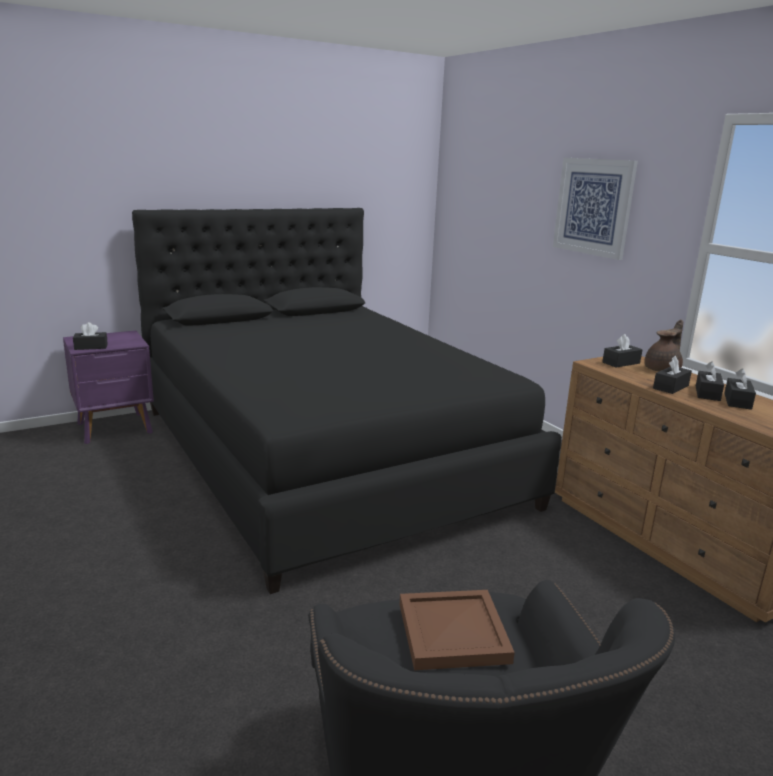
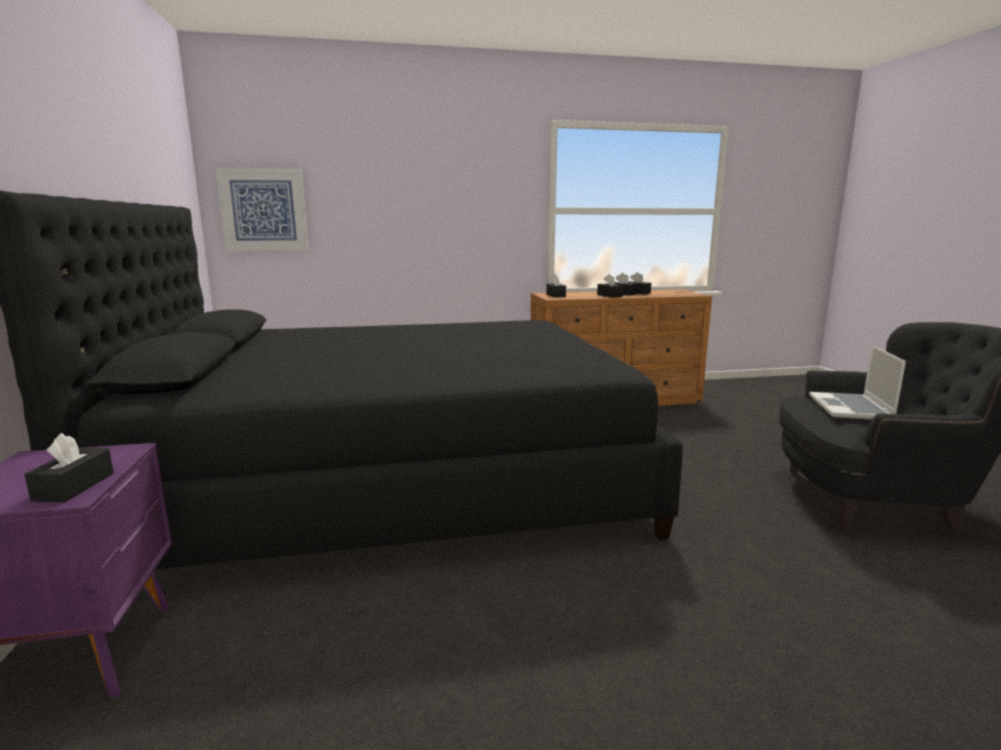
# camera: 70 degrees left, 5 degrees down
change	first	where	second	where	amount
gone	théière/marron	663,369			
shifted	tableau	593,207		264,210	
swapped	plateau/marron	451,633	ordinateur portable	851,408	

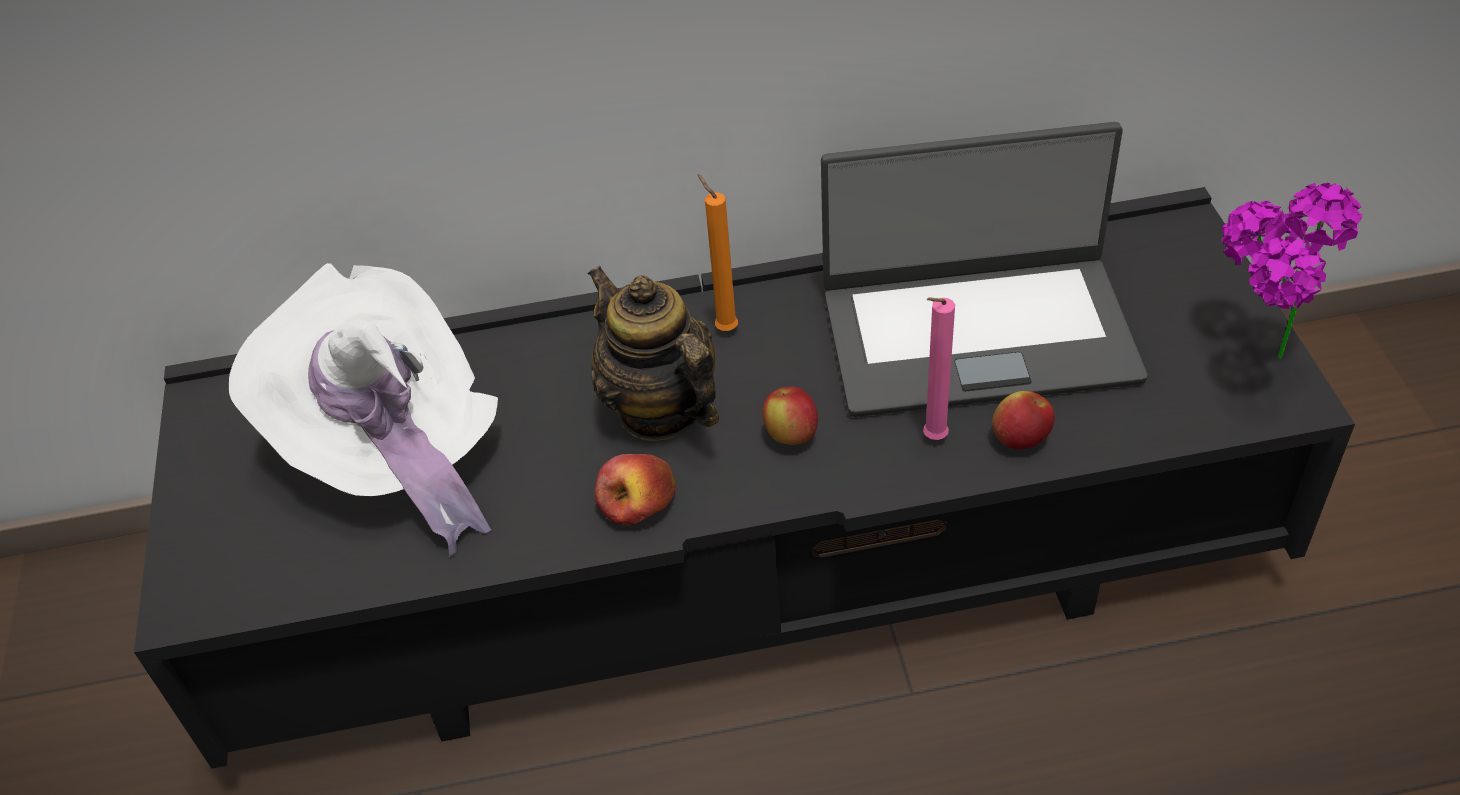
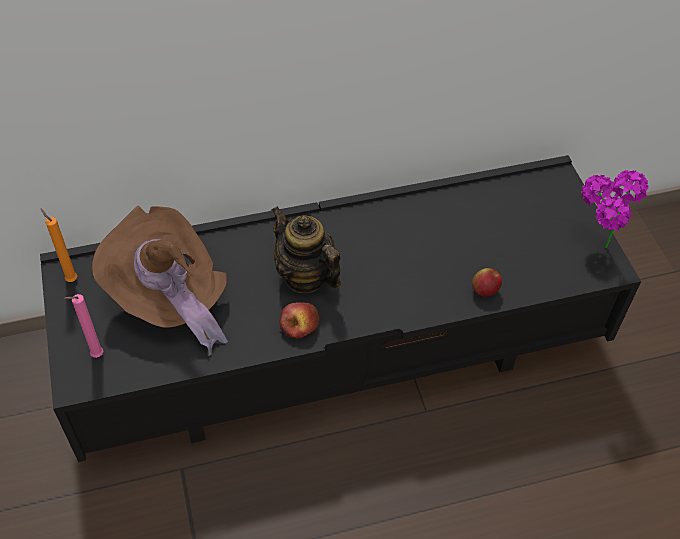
# camera: 10 degrees left, 5 degrees up
change	first	where	second	where	amount
gone	pomme	791,435			
gone	ordinateur portable	977,333			
shifted	bougie/orange	724,328		70,279	
shifted	bougie/rose	932,439		95,356	
repainted	chapeau/blanc	391,451	chapeau/marron	169,300	

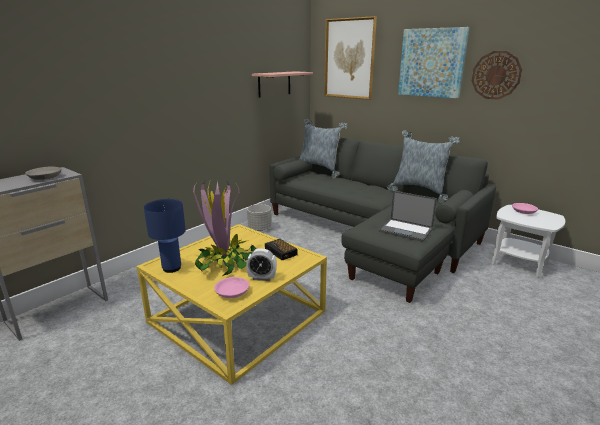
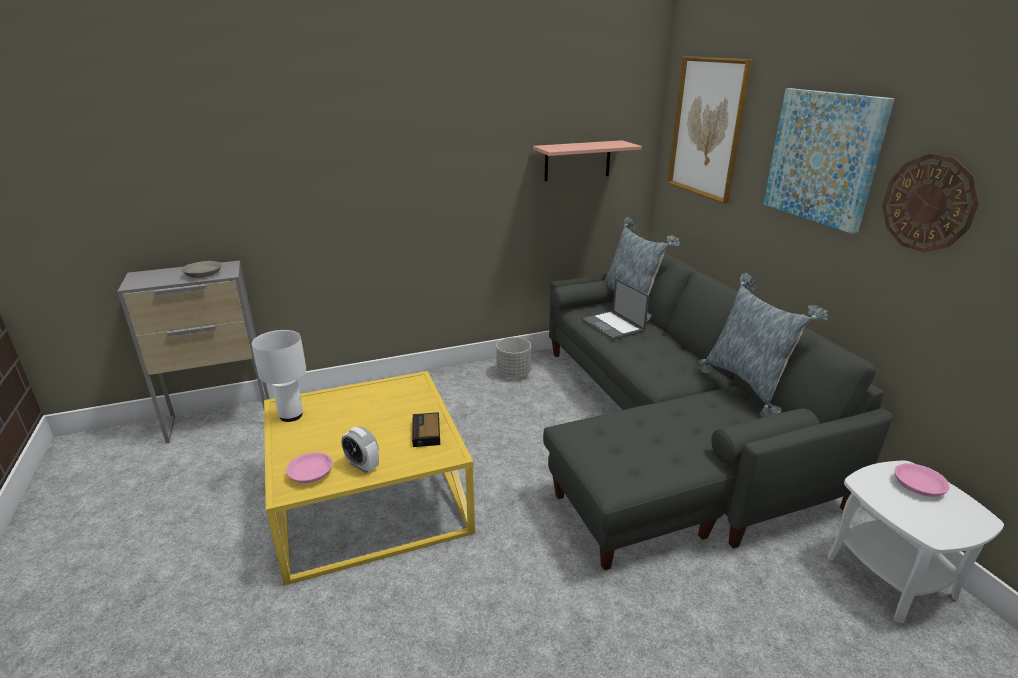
# camera: 30 degrees right, 5 degrees up
change	first	where	second	where	amount
gone	plante en pot	225,262			
shifted	ordinateur portable	406,230		613,326	
repainted	lampe de table/bleu	171,268	lampe de table/blanc	291,415	

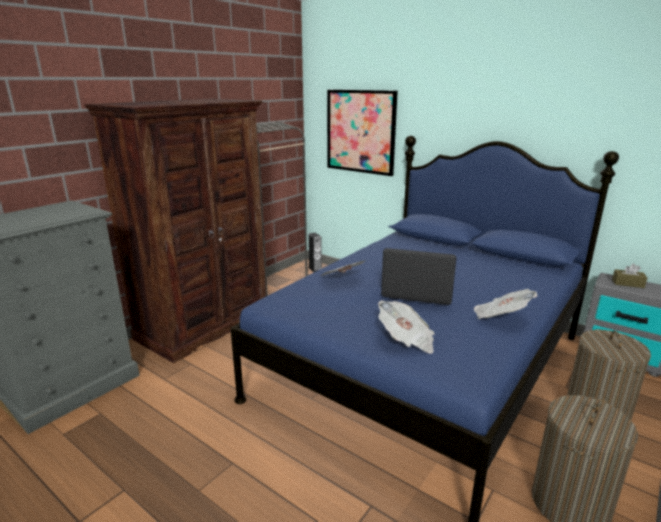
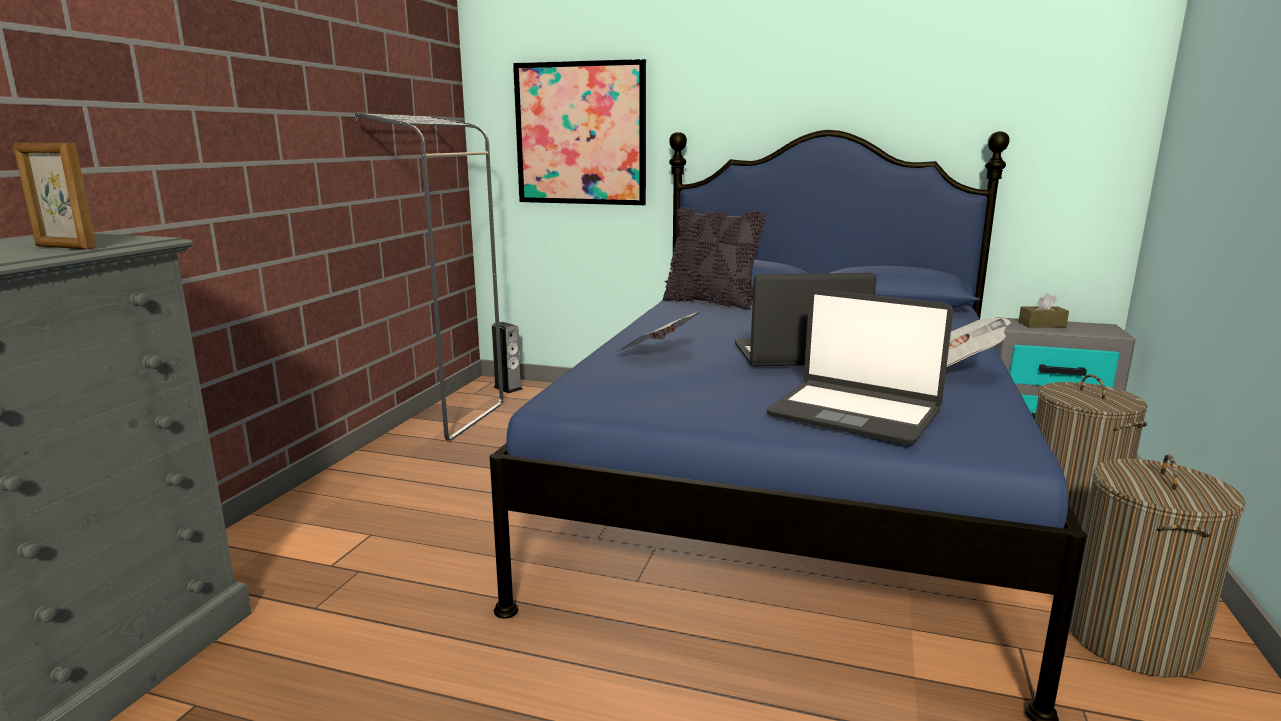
# camera: 20 degrees left, 5 degrees down
change	first	where	second	where	amount
gone	armoire/marron	205,325			
new			cadre photo	65,247	
new			coussin/noir	711,303	
swapped	journal	406,340	ordinateur portable	854,413	

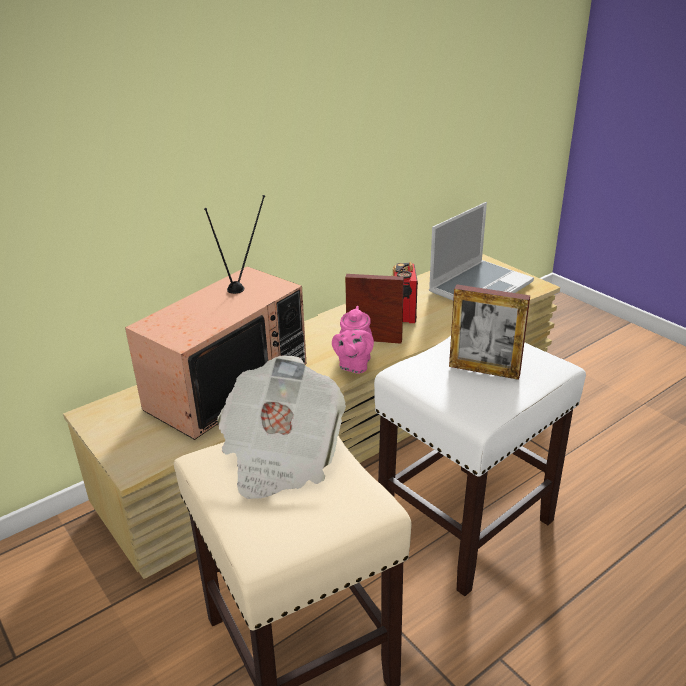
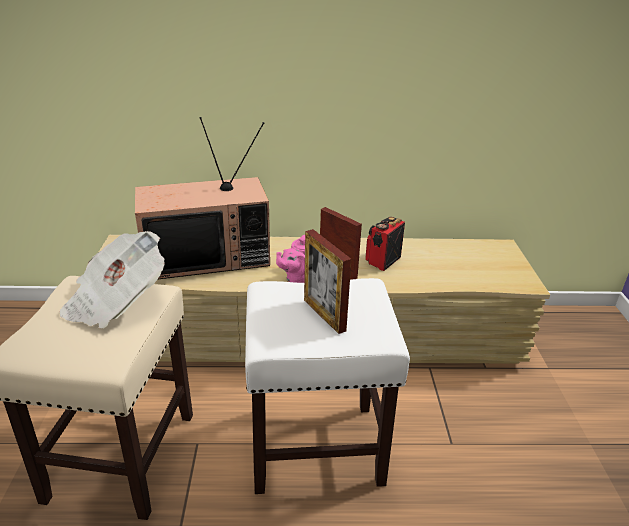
# camera: 35 degrees right, 0 degrees up
change	first	where	second	where	amount
gone	ordinateur portable	480,287			

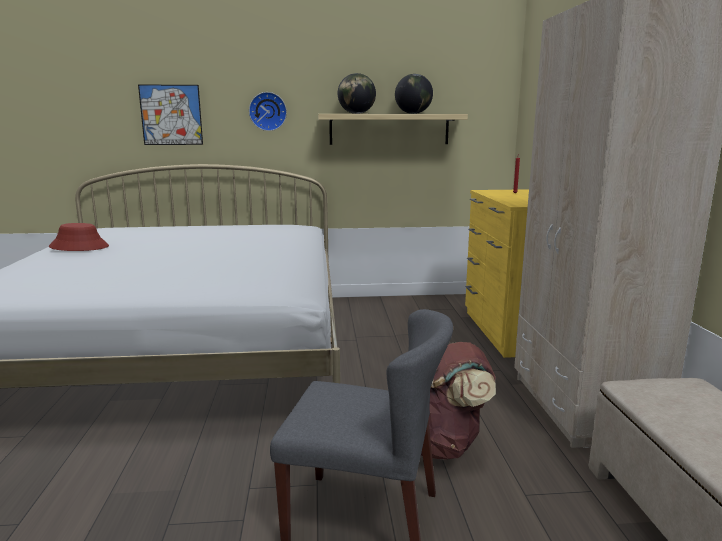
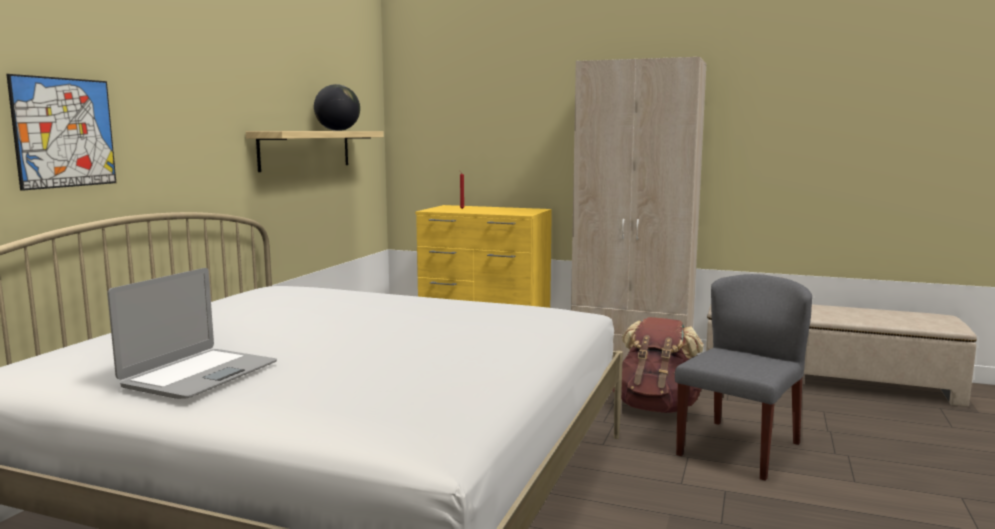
# camera: 65 degrees left, 5 degrees down
change	first	where	second	where	amount
gone	horloge murale	268,111			
gone	globe	356,113			
swapped	chapeau/rouge	79,247	ordinateur portable	199,375	

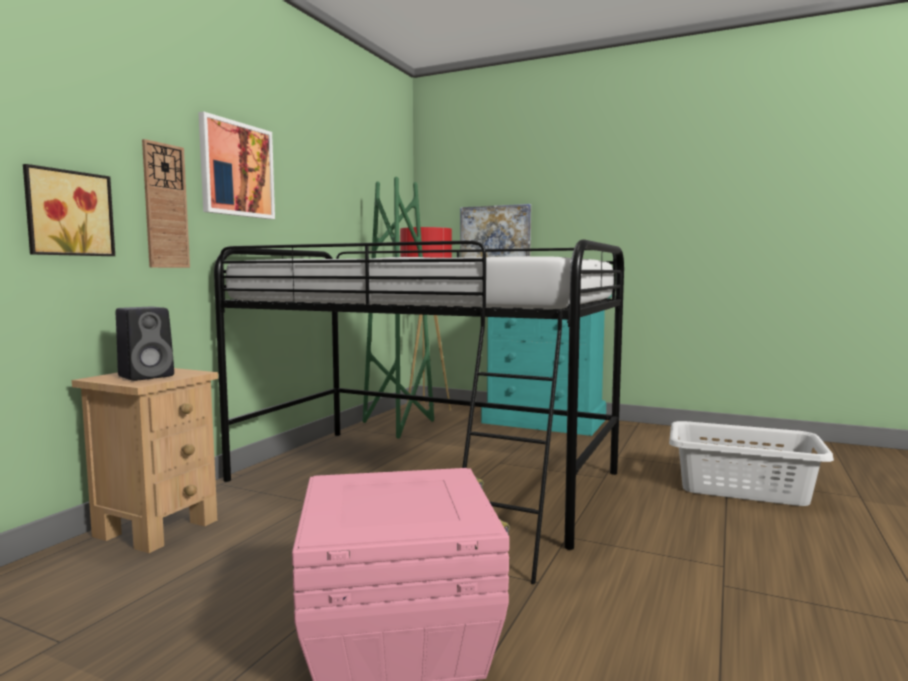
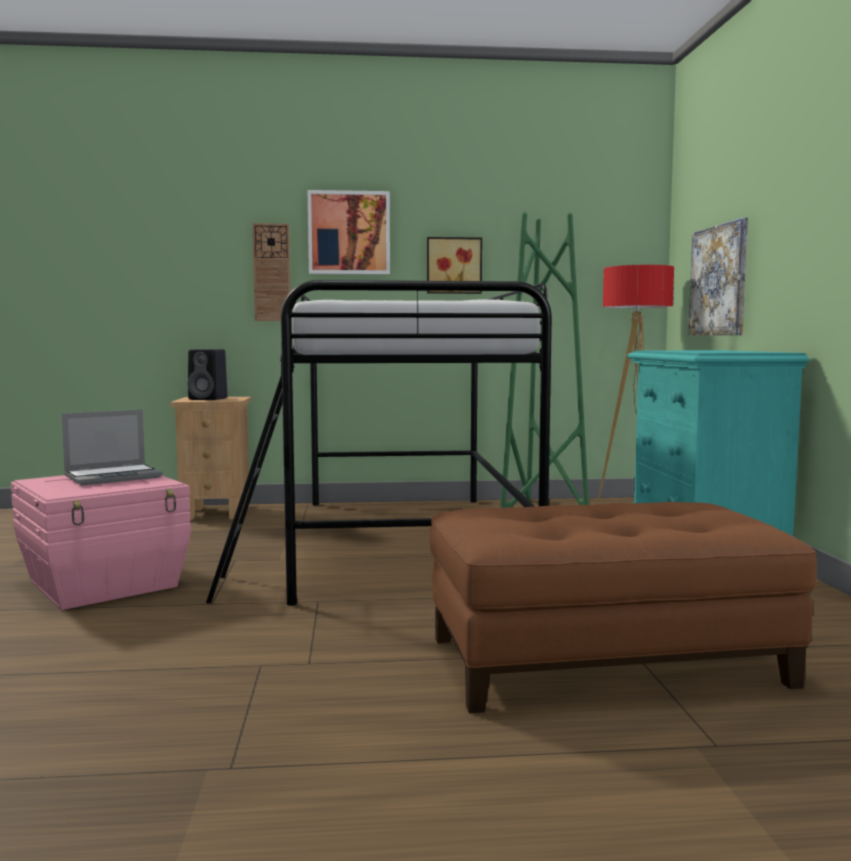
# camera: 60 degrees right, 0 degrees up
change	first	where	second	where	amount
new			ordinateur portable	114,477	
shifted	tableau	68,213		453,265	
swapped	panier à linge/gris	742,488	pouf/marron	605,662	

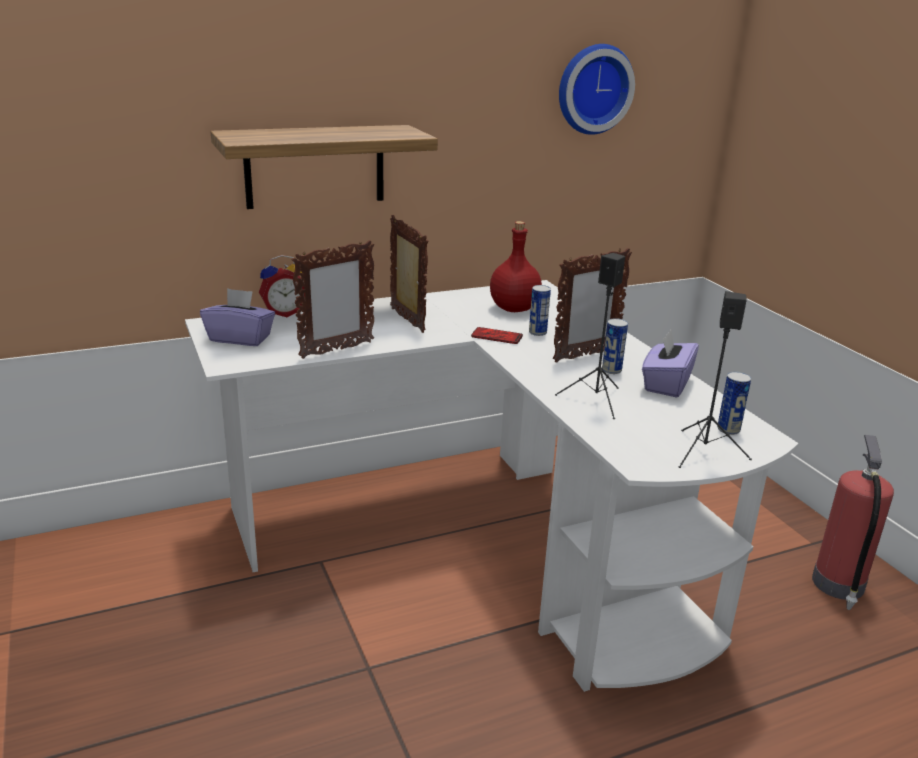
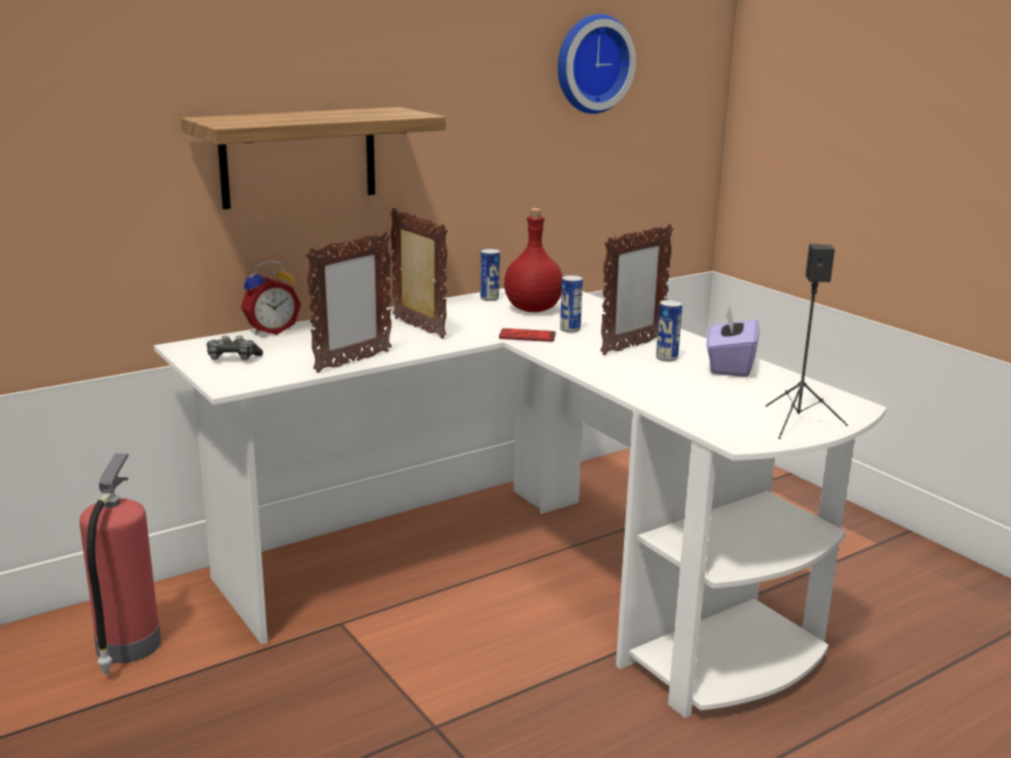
# camera: 10 degrees left, 5 degrees down
change	first	where	second	where	amount
gone	enceinte/noir	596,400			
shifted	boîte métallique	728,429		489,298	
shifted	extincteur	838,585		127,647	
swapped	boîte à mouchoirs/violet	240,338	manette	233,359	

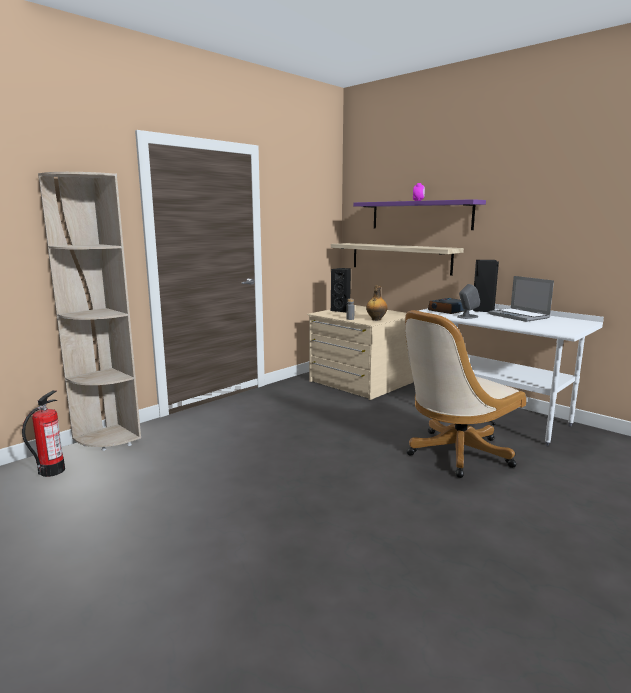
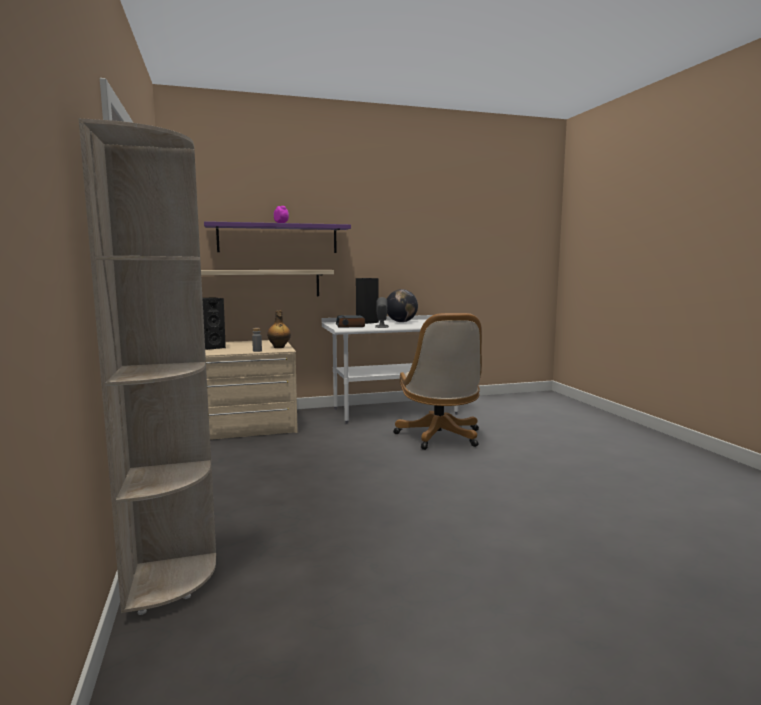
# camera: 60 degrees left, 5 degrees down
change	first	where	second	where	amount
gone	extincteur	52,471			
swapped	ordinateur portable	519,316	globe	401,322	

